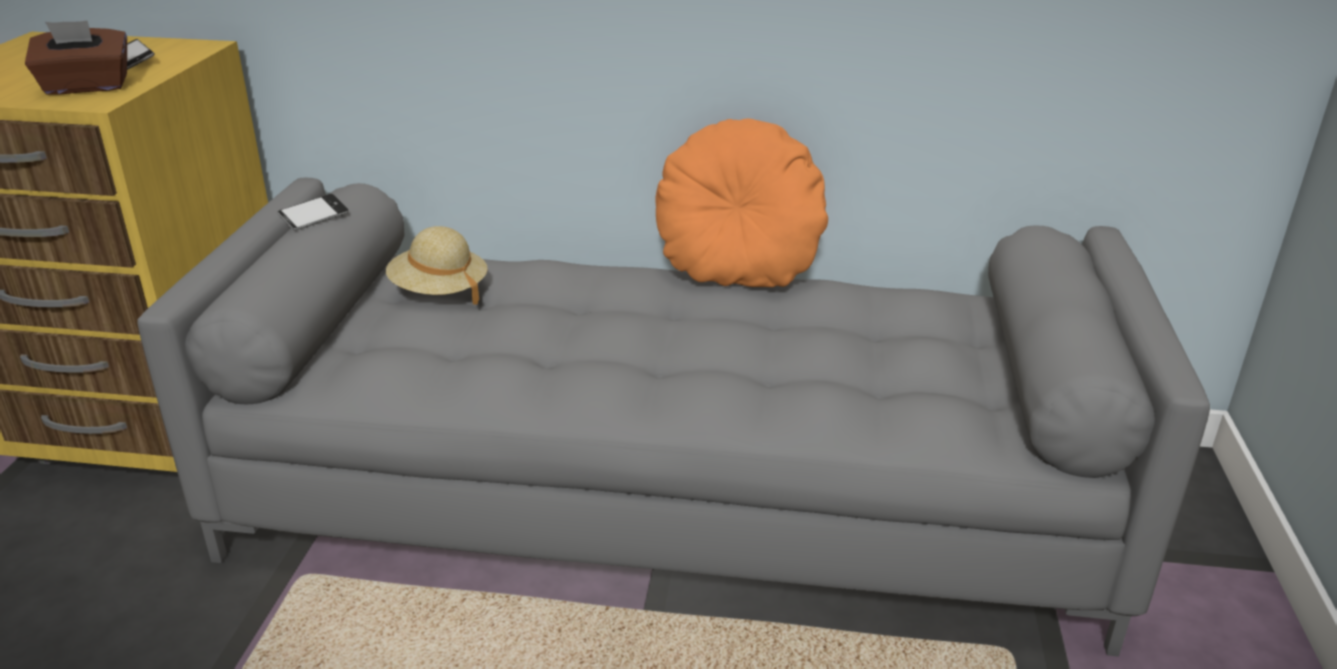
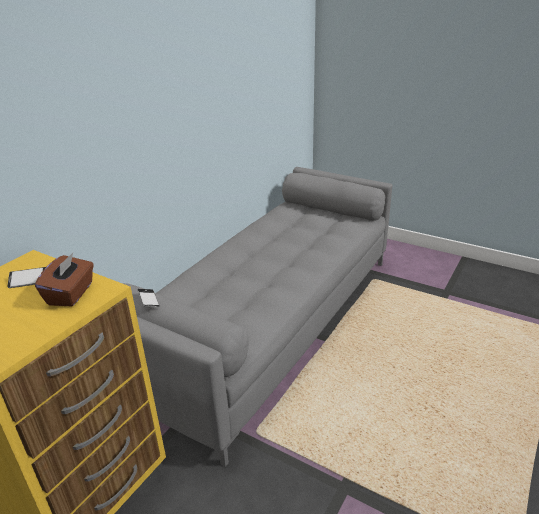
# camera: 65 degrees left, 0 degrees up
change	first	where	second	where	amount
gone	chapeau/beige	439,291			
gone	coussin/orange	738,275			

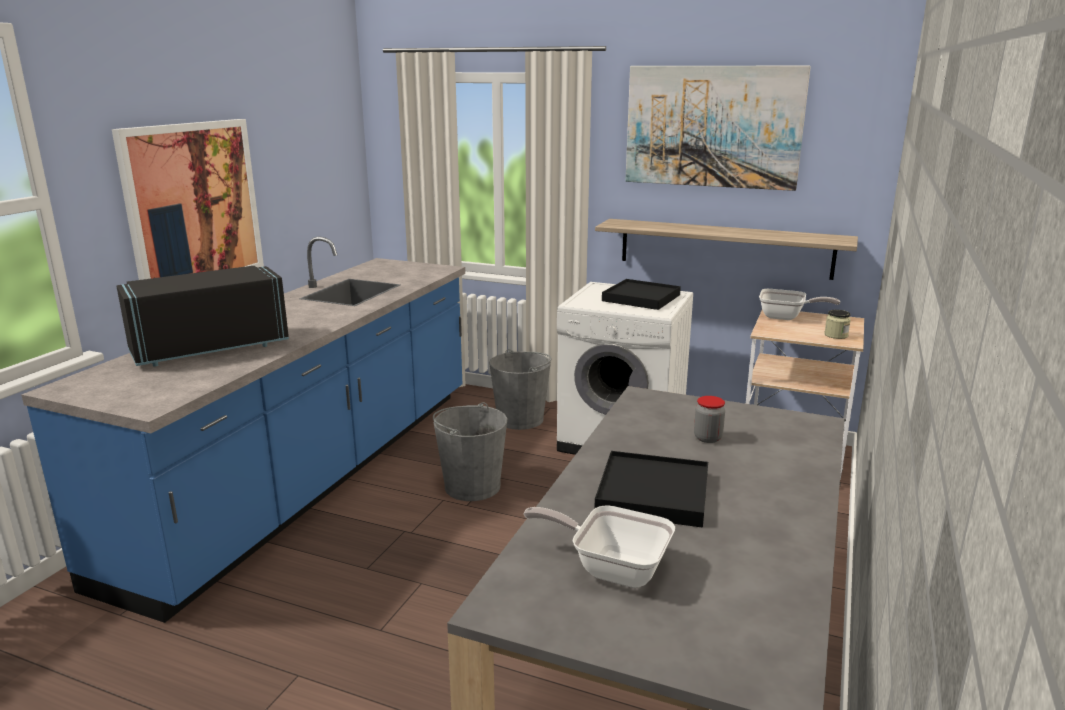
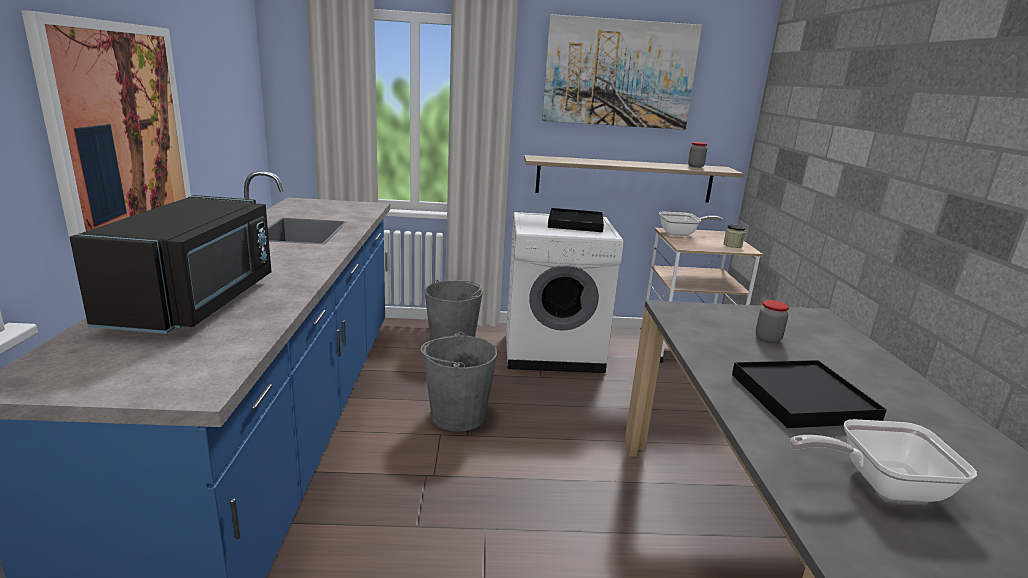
# camera: 25 degrees left, 0 degrees up
change	first	where	second	where	amount
new			bocal	695,166	
rotated	micro-ondes/noir	209,347		197,302	150 degrees clockwise

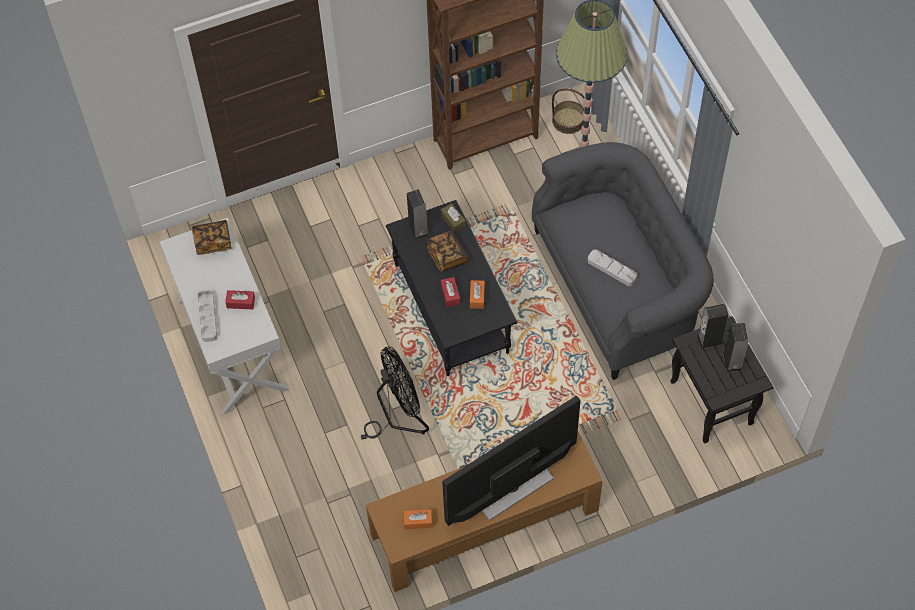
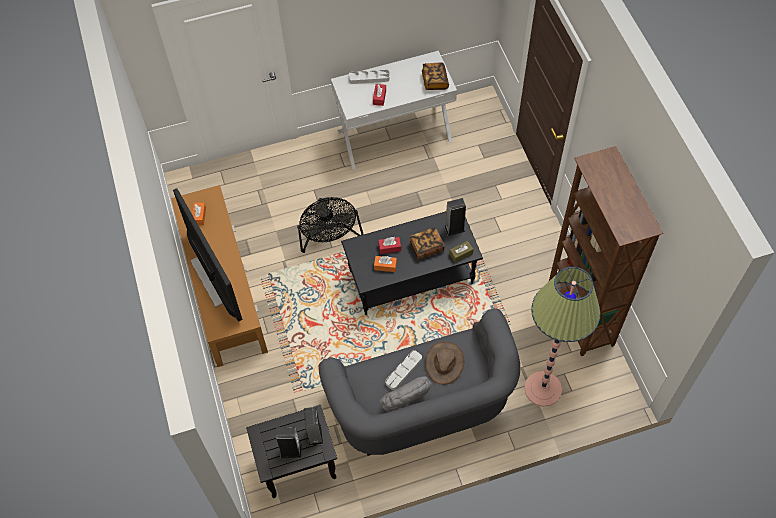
# camera: 95 degrees right, 0 degrees up
change	first	where	second	where	amount
gone	panier	568,120			
new			coussin/gris	406,403	
new			chapeau/marron	444,363	

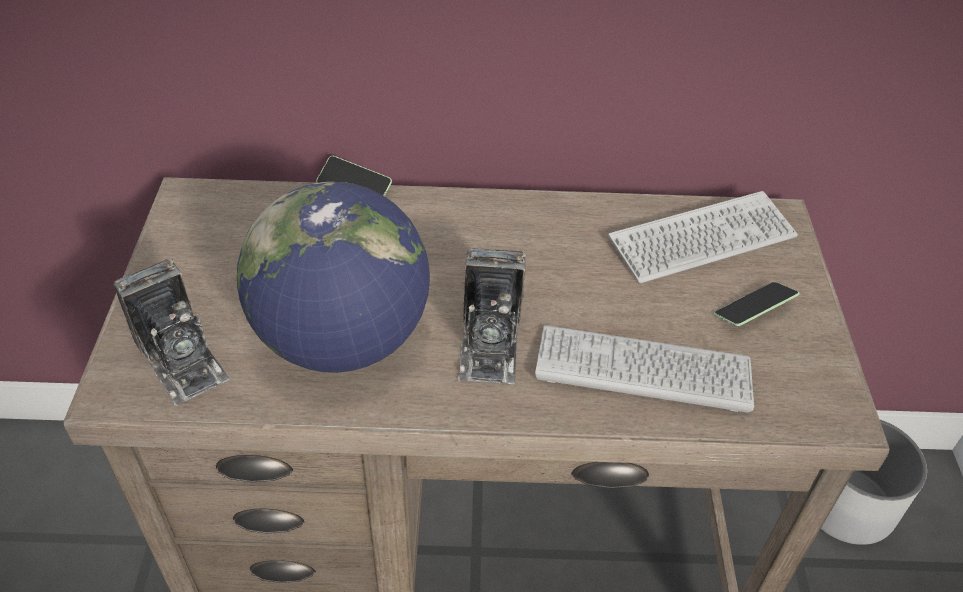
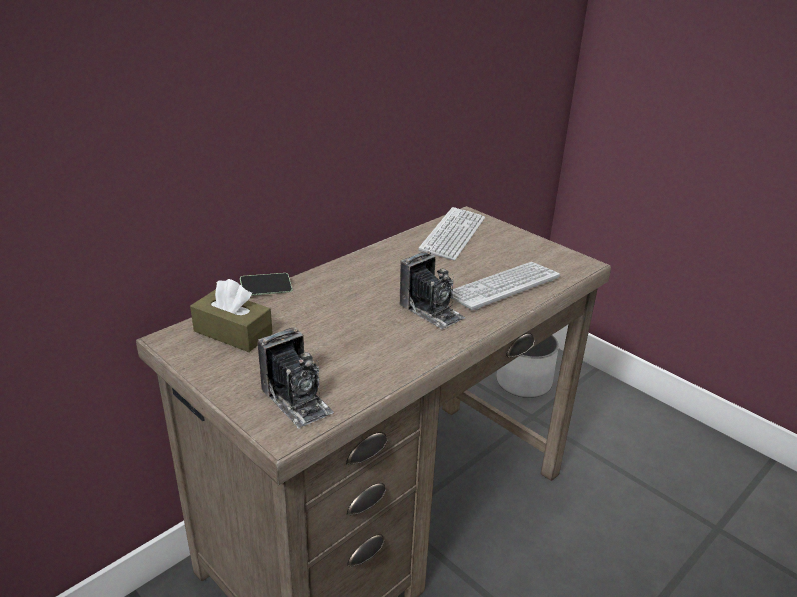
# camera: 45 degrees left, 15 degrees down
change	first	where	second	where	amount
gone	globe	342,340			
gone	téléphone	753,311			
new			boîte à mouchoirs/marron	233,333	
rotated	appareil photo	181,359		297,400	45 degrees clockwise

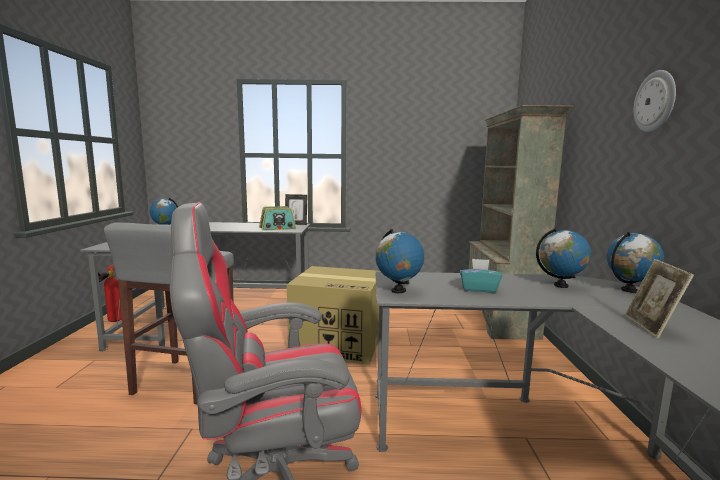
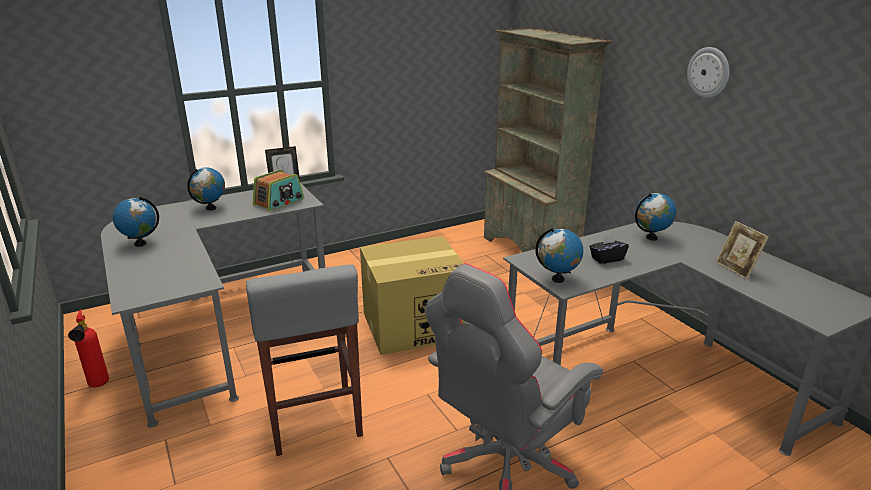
# camera: 30 degrees left, 15 degrees up
change	first	where	second	where	amount
shifted	globe	629,290		211,208	
repainted	boîte à mouchoirs/turquoise	478,289	boîte à mouchoirs/noir	607,259	

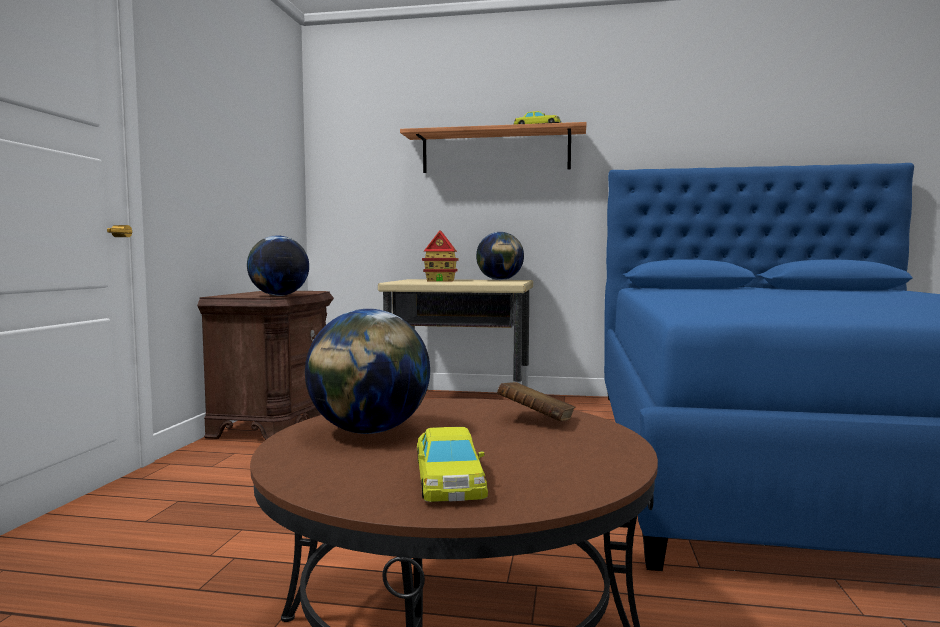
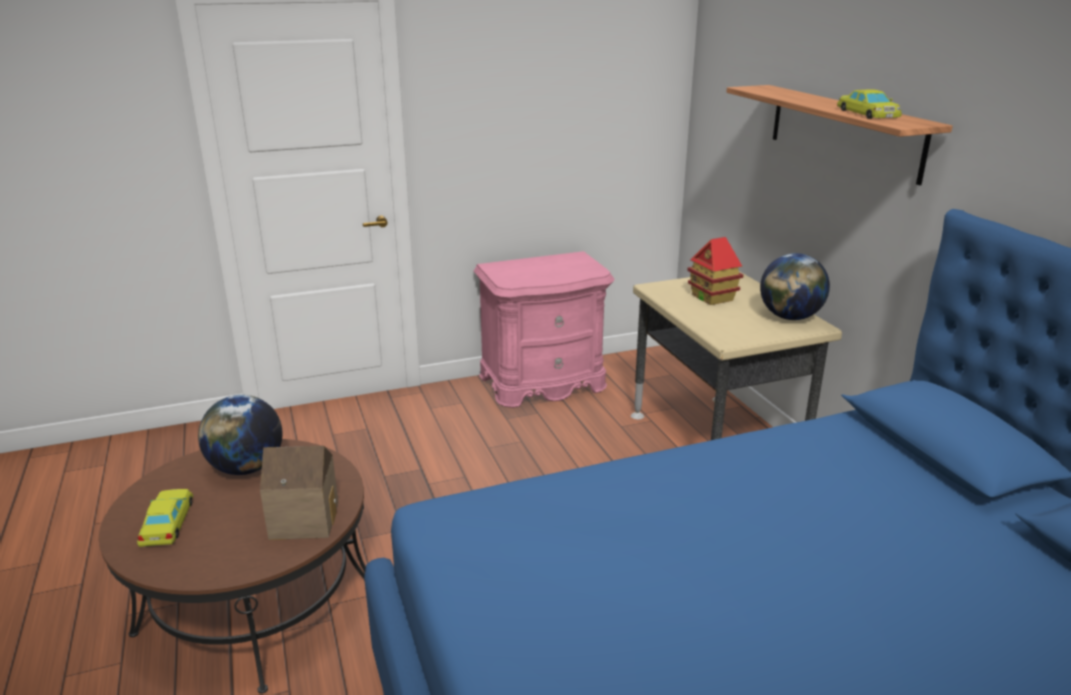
# camera: 60 degrees right, 20 degrees up
change	first	where	second	where	amount
gone	globe	279,295			
swapped	livre/marron	536,420	maison miniature	304,518	
repainted	table de chevet/marron	279,422	table de chevet/rose	545,384	
rotated	petite voiture/jaune	449,477		167,522	120 degrees clockwise

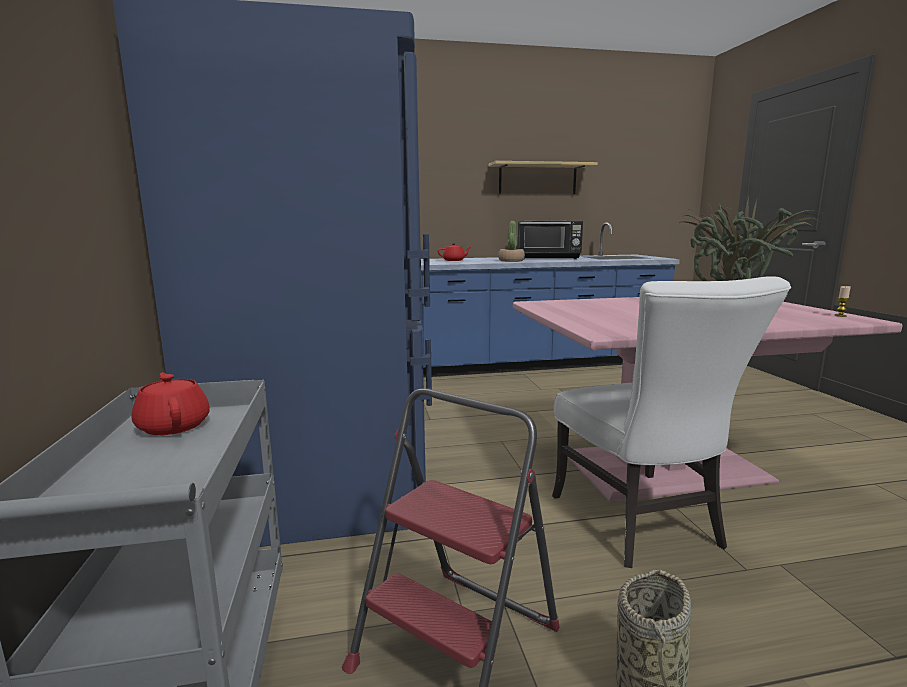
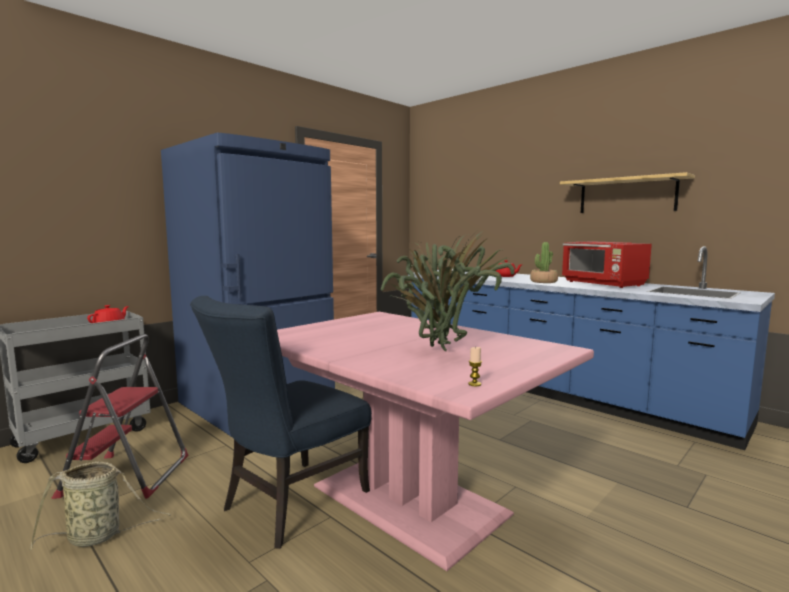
# camera: 55 degrees right, 5 degrees down
change	first	where	second	where	amount
repainted	micro-ondes/noir	548,258	micro-ondes/rouge	603,284	
repainted	chaise/blanc	642,524	chaise/bleu	288,505	

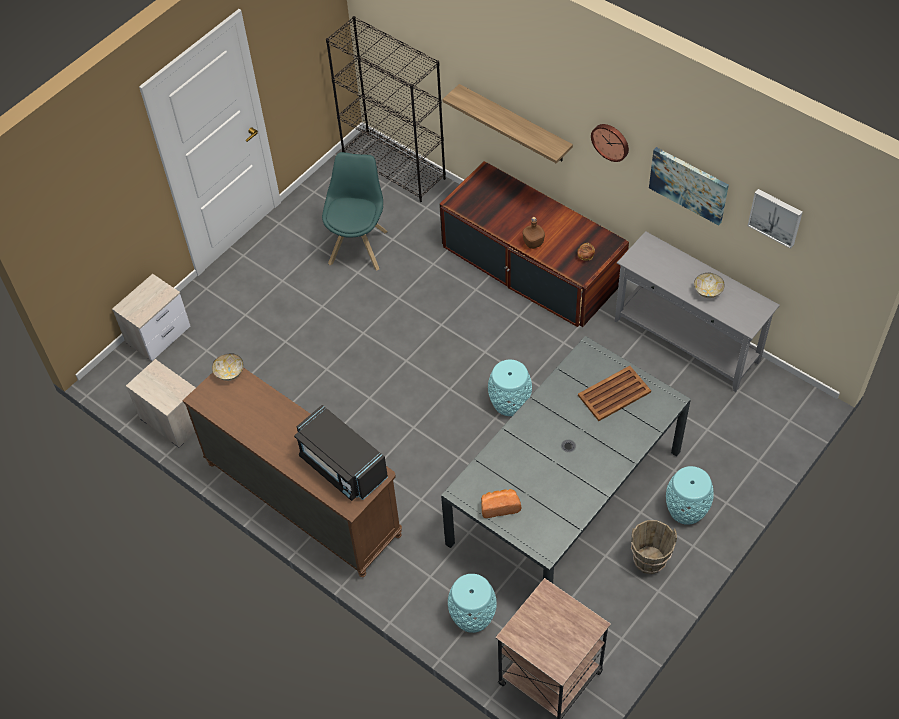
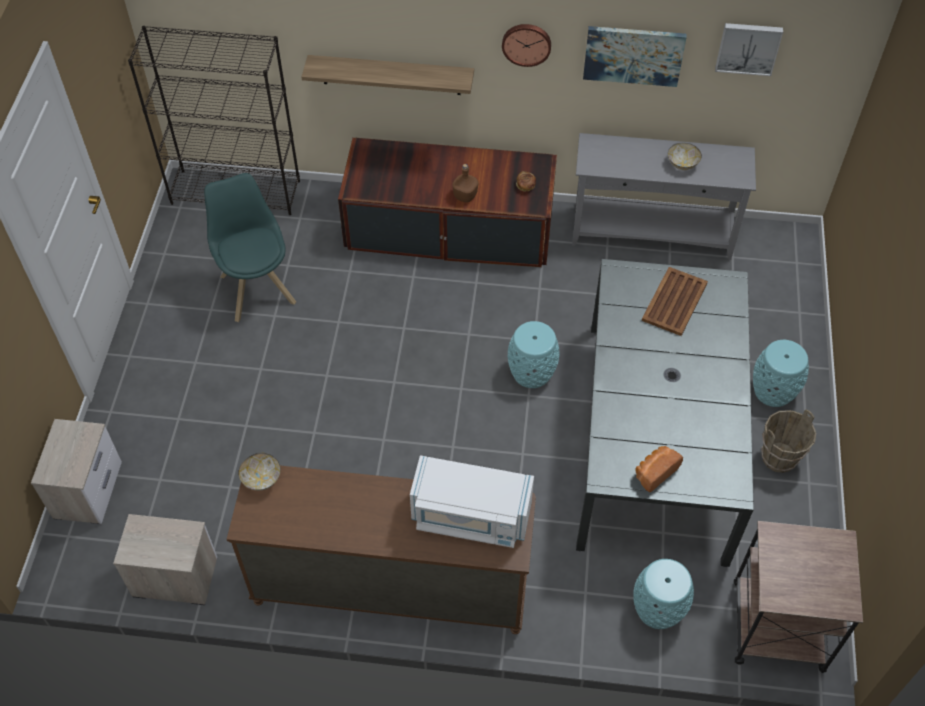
# camera: 35 degrees left, 0 degrees up
change	first	where	second	where	amount
repainted	micro-ondes/noir	342,466	micro-ondes/blanc	470,516	

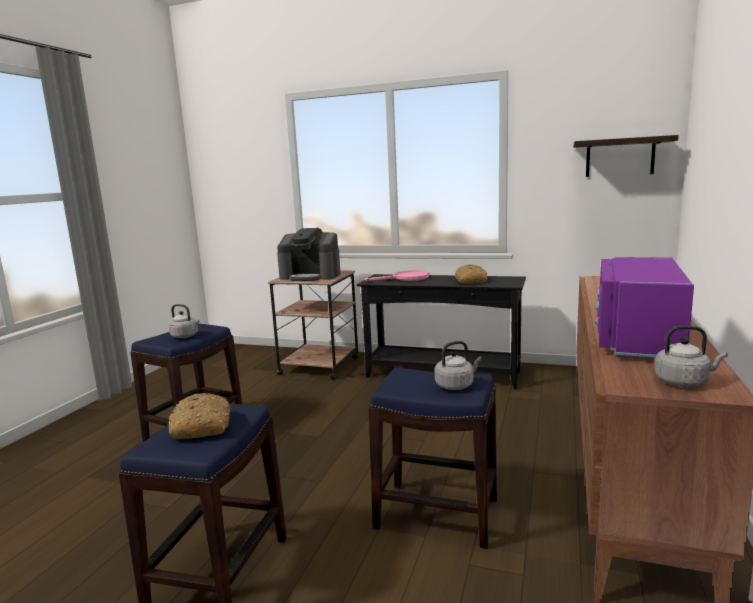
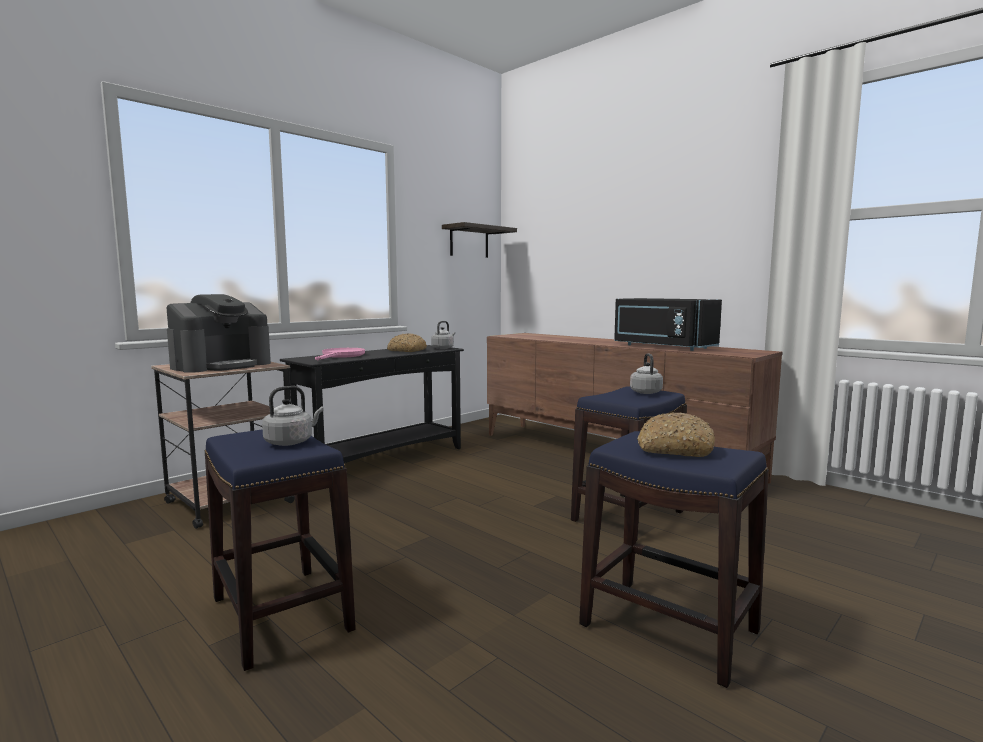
# camera: 65 degrees left, 5 degrees down
change	first	where	second	where	amount
shifted	bouilloire/gris	684,382		443,348	
repainted	micro-ondes/violet	635,338	micro-ondes/noir	661,347	

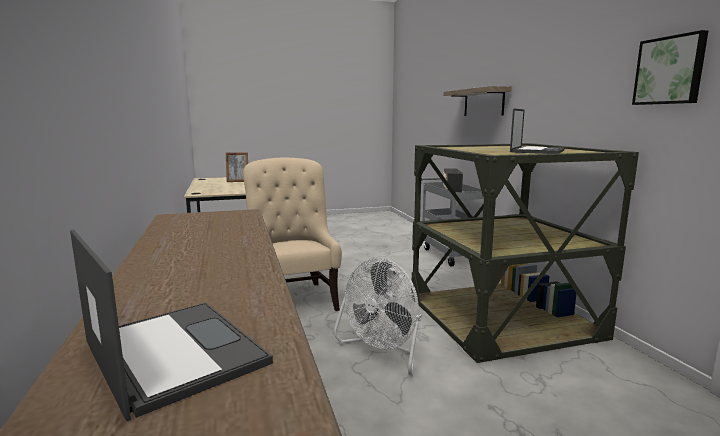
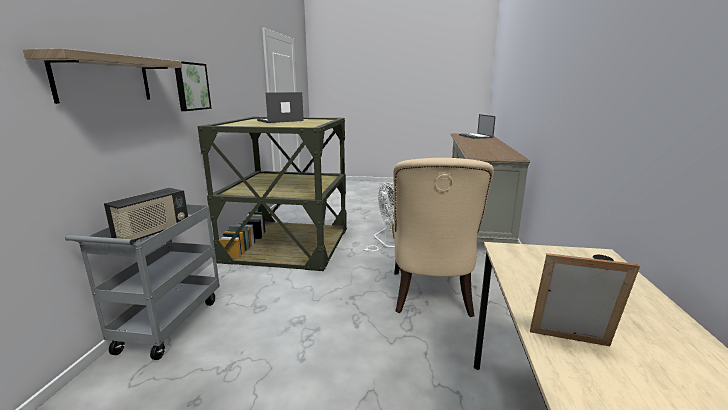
# camera: 155 degrees left, 5 degrees up
change	first	where	second	where	amount
shifted	tableau	670,70		191,86	

